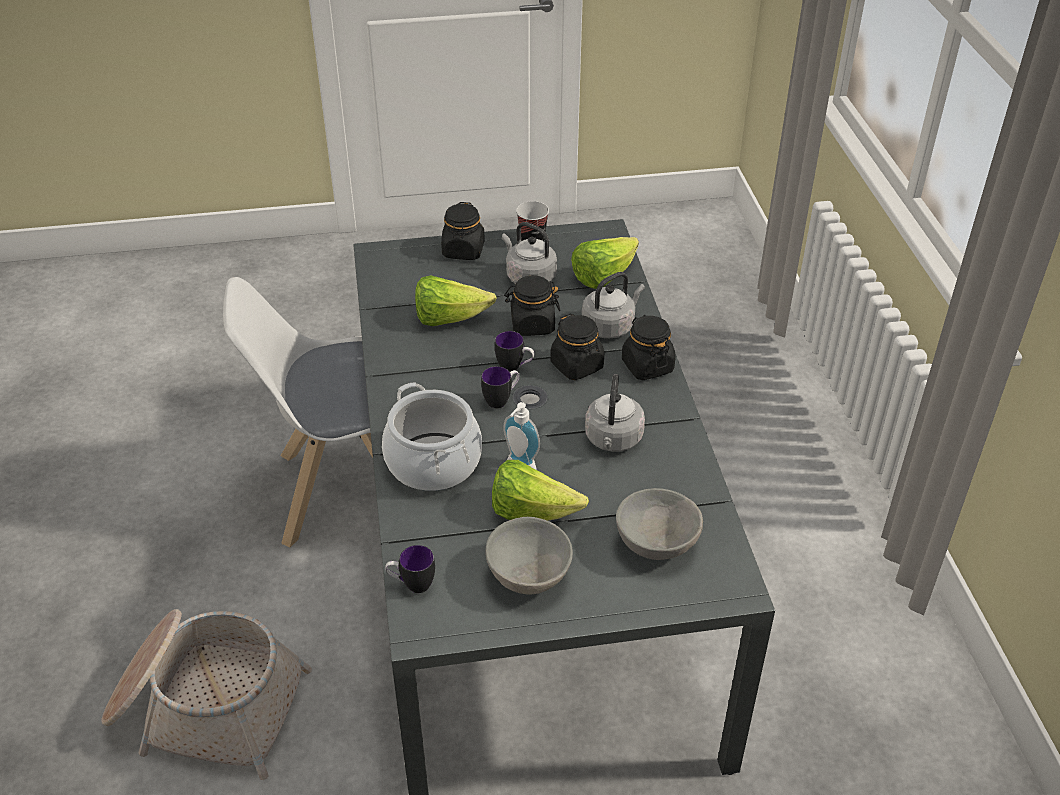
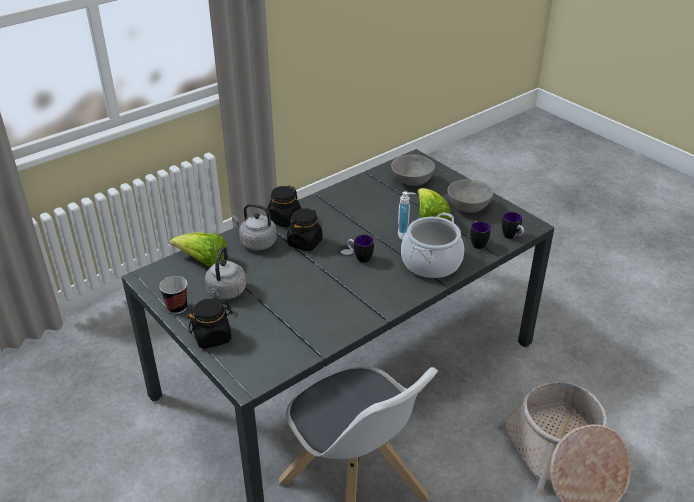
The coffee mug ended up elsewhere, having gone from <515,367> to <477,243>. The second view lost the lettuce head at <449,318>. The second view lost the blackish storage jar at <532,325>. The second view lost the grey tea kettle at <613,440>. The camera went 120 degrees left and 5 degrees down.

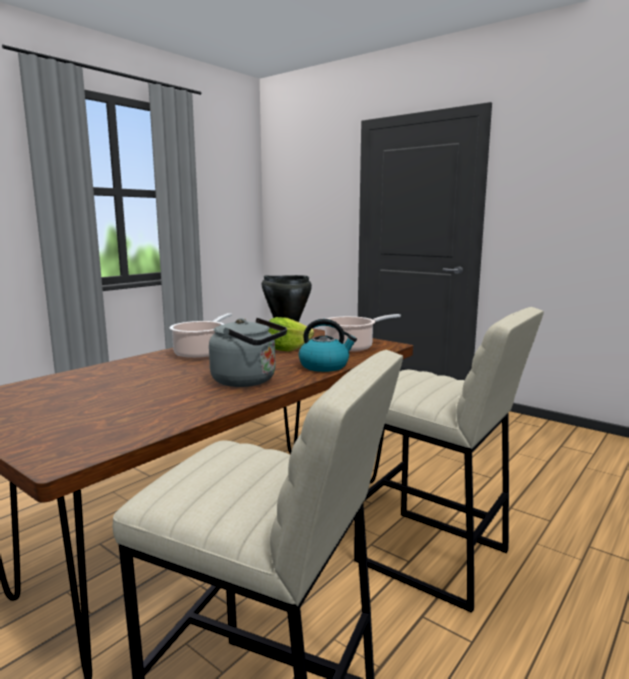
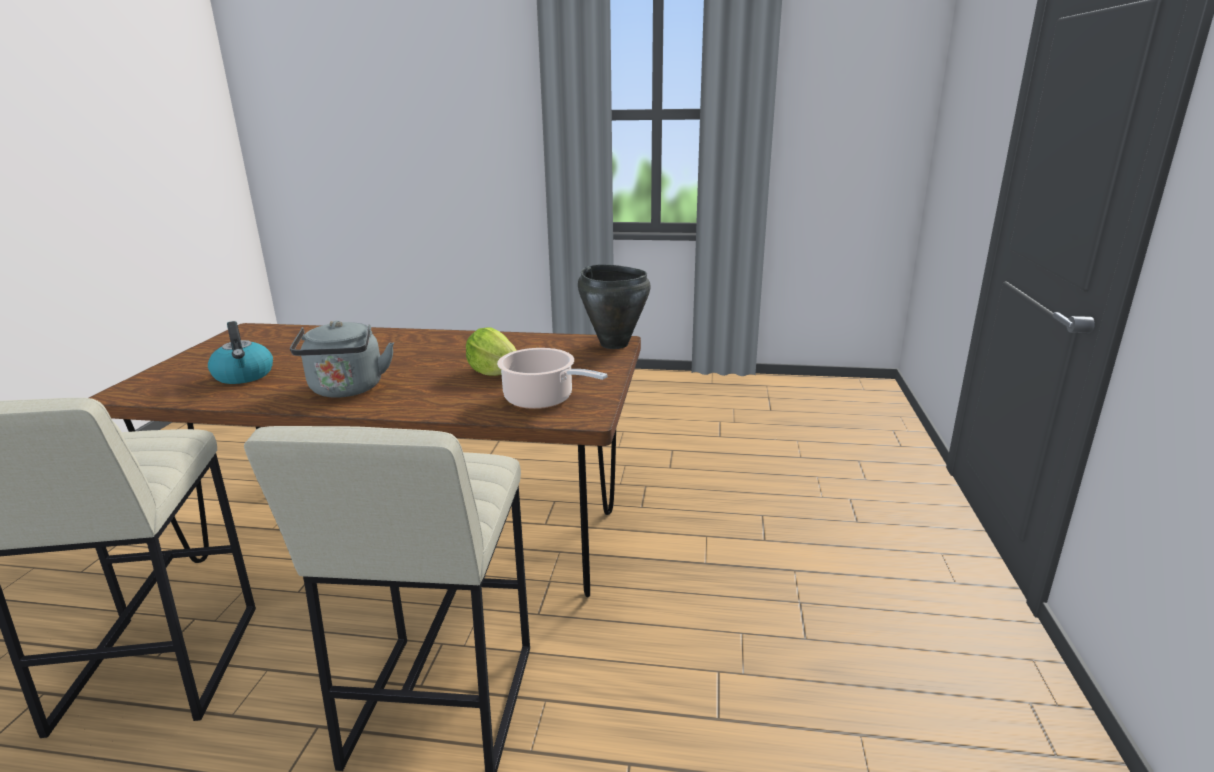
The tea kettle ended up elsewhere, having gone from <325,366> to <244,376>. The second view lost the saucepot at <201,353>. The camera went 60 degrees right and 10 degrees up.

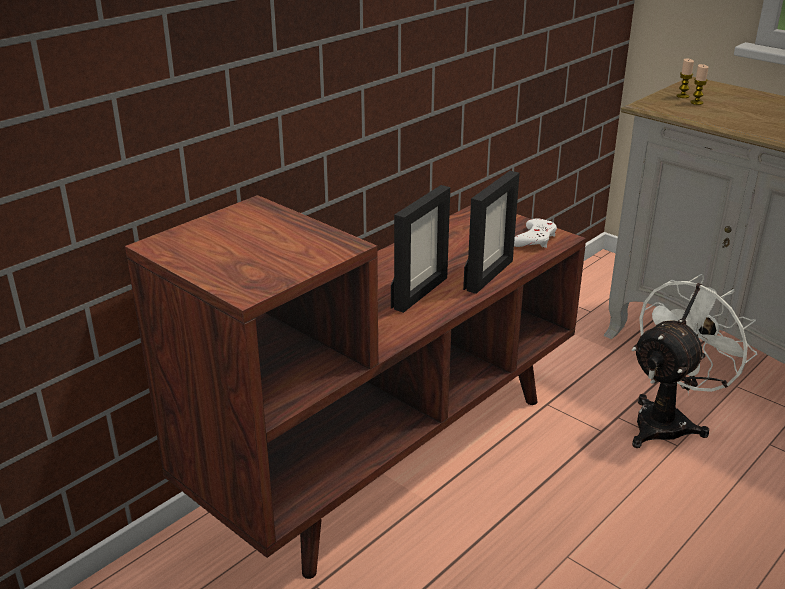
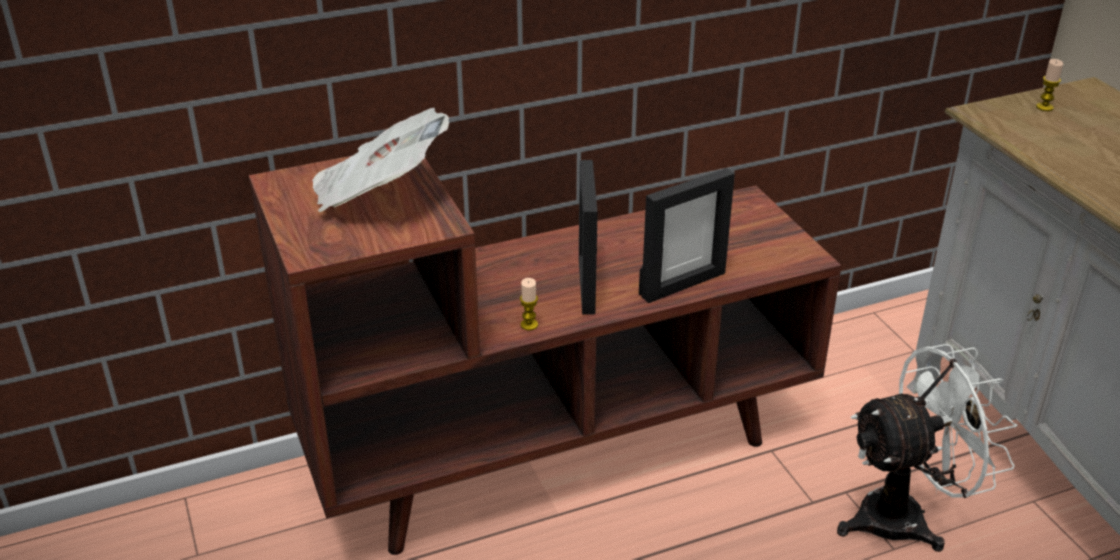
The second view gained the daily paper at <378,193>. The wax candle ended up elsewhere, having gone from <696,102> to <529,325>. The picture frame at <419,292> ended up facing another way, 120 degrees clockwise from before. The second view lost the whitish joypad at <535,239>. The camera went 25 degrees right and 5 degrees up.

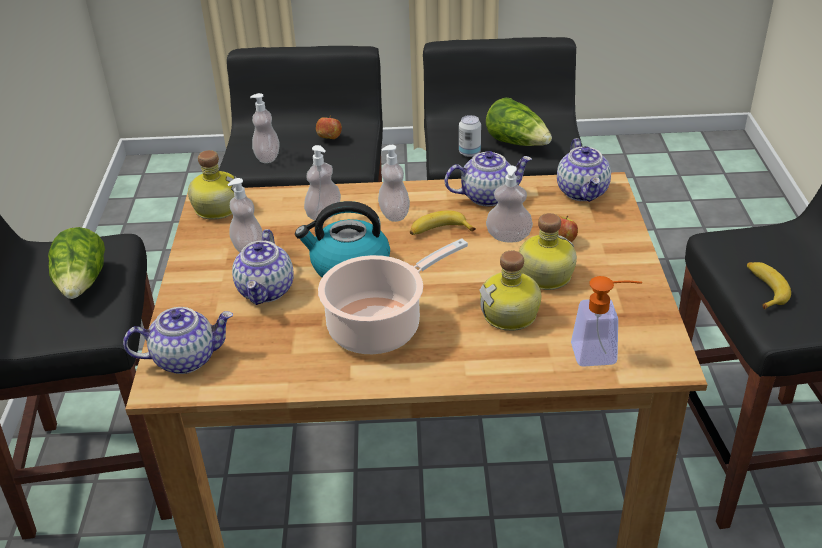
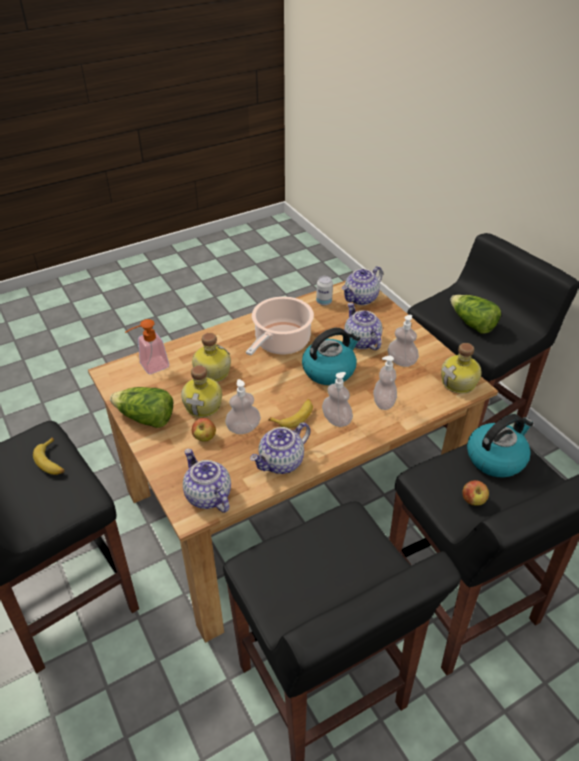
The lettuce head ended up elsewhere, having gone from <517,143> to <146,418>. The metal can ended up elsewhere, having gone from <469,153> to <324,302>. Where the liquid soap bottle stood at <267,157>, the tea kettle came to stand at <496,458>. The camera went 150 degrees right and 5 degrees up.

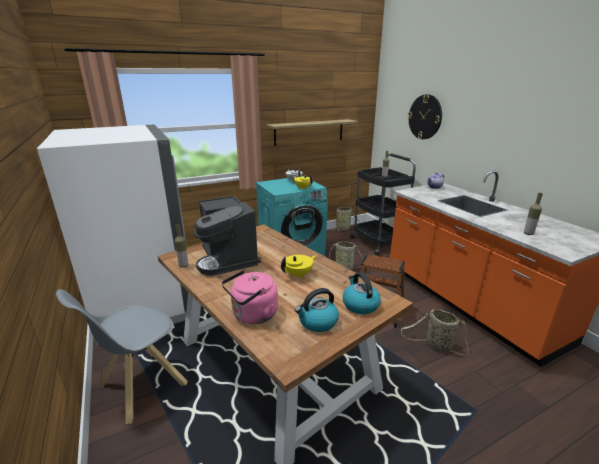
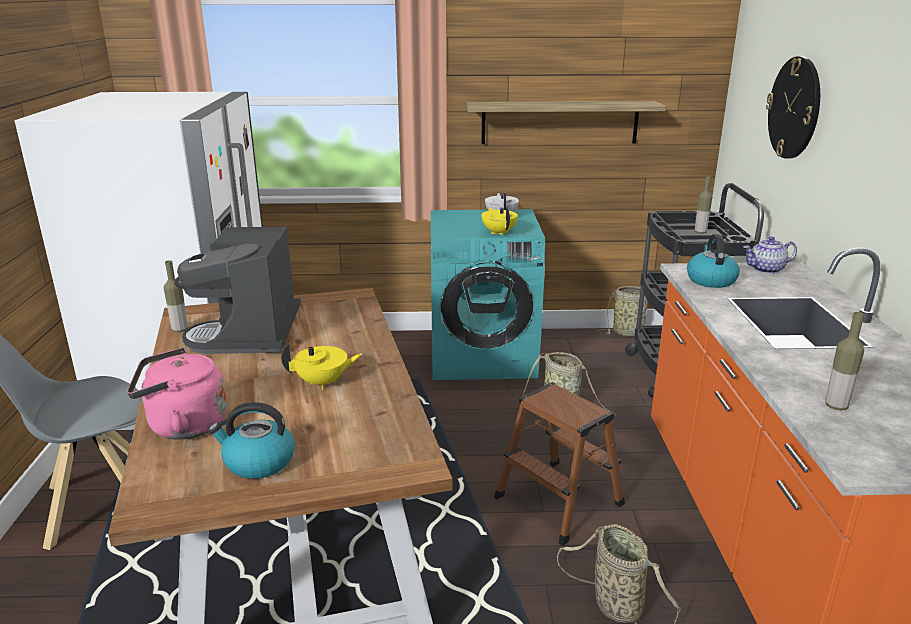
The tea kettle ended up elsewhere, having gone from <360,305> to <710,280>. The camera went 25 degrees right and 0 degrees up.

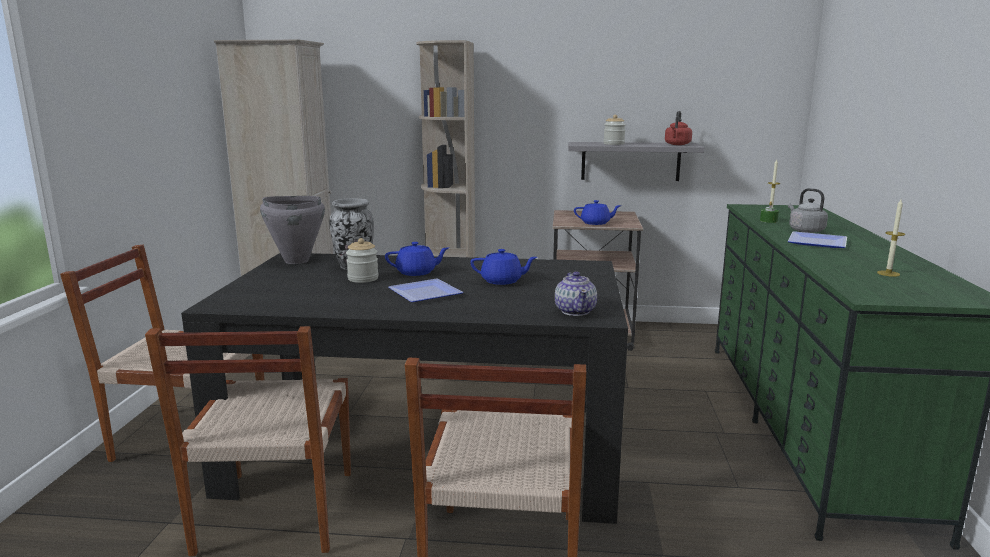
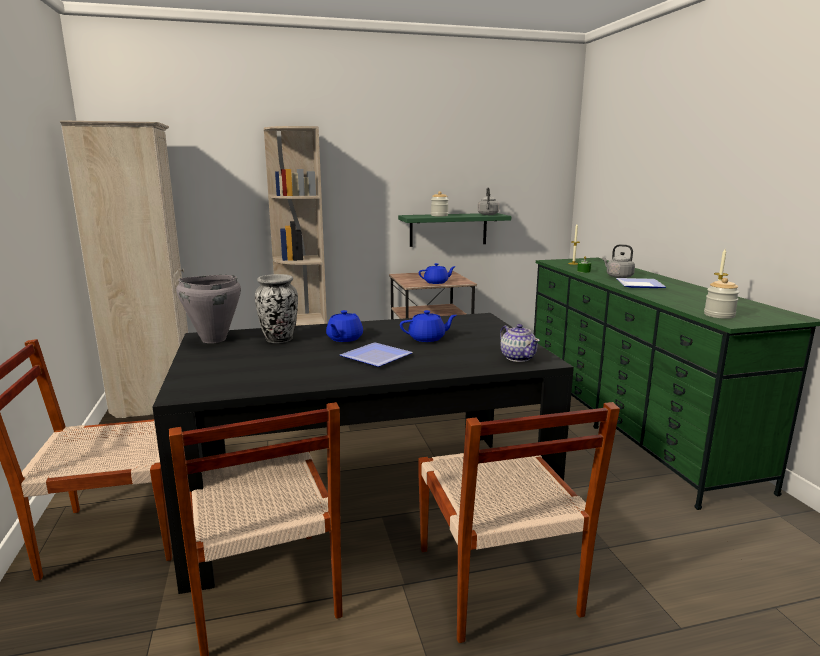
The blue-coloured pot for tea at <417,272> ended up facing another way, 135 degrees clockwise from before. What was the grey shelf at <630,161> turned into the greenish shelf at <448,229>. What was the red-coloured tea kettle at <677,144> turned into the grey tea kettle at <488,214>. The storage jar ended up elsewhere, having gone from <363,278> to <719,315>. The camera went 20 degrees left and 0 degrees up.

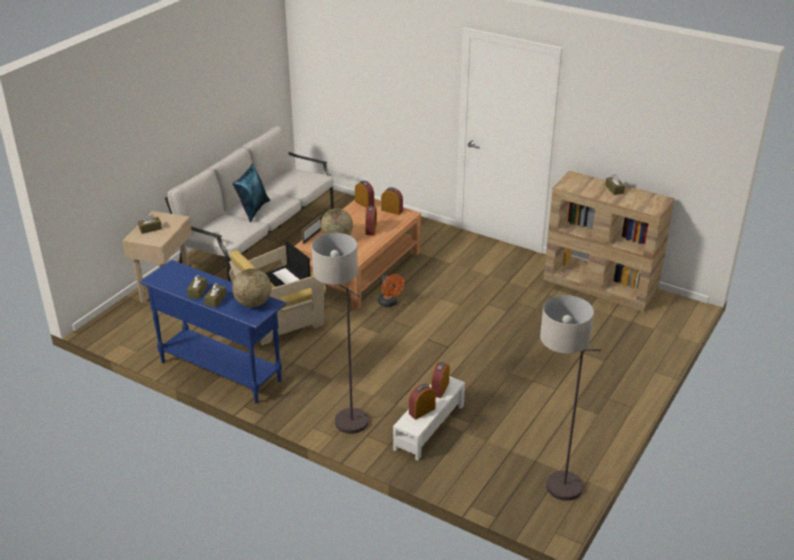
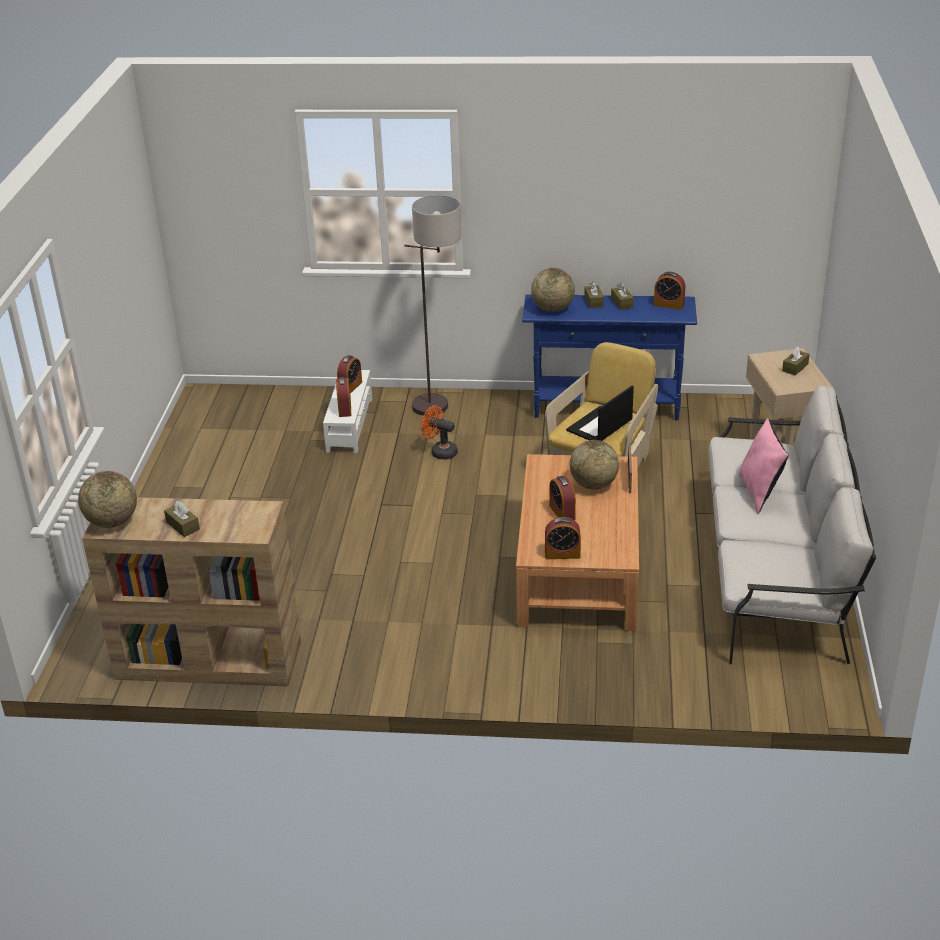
The second view gained the globe at <112,522>. The orange-coloured cooling fan ended up elsewhere, having gone from <389,303> to <440,452>. The notebook computer at <287,279> ended up facing another way, 75 degrees counterclockwise from before. The table clock ended up elsewhere, having gone from <364,203> to <669,305>. What was the blue-coloured pillow at <253,210> turned into the pinkish pillow at <760,493>. The second view lost the grey standard lamp at <553,487>. The camera went 155 degrees right and 0 degrees up.

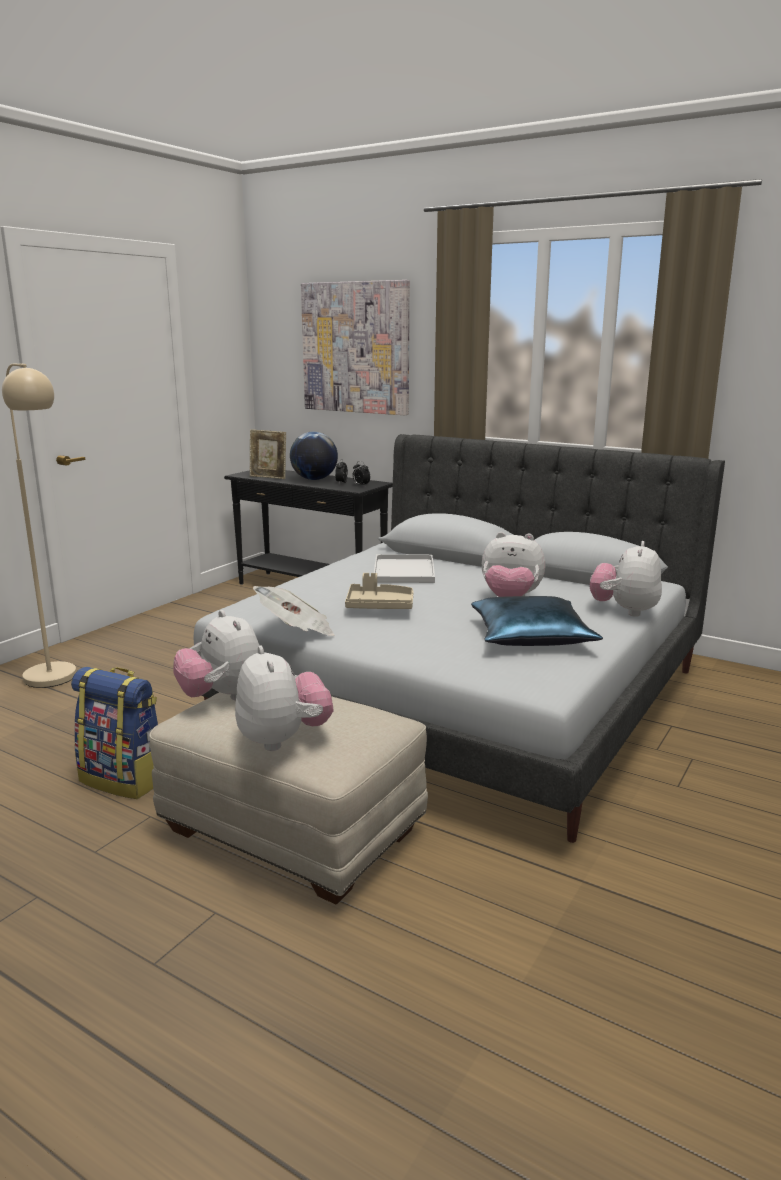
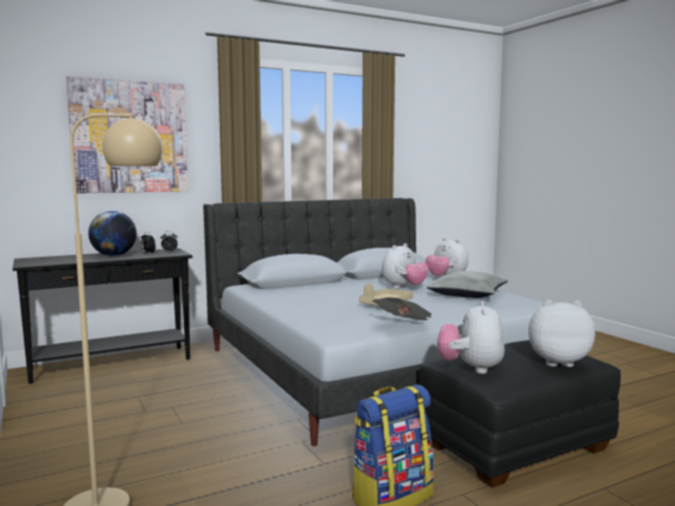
What was the beige footrest at <293,831> turned into the blackish footrest at <515,446>. What was the blue-coloured pillow at <531,636> turned into the grey pillow at <467,294>. The plush toy at <222,697> ended up facing another way, 105 degrees clockwise from before. The second view lost the picture frame at <268,477>. The second view lost the whitish serving tray at <405,571>. The camera went 60 degrees left and 10 degrees down.

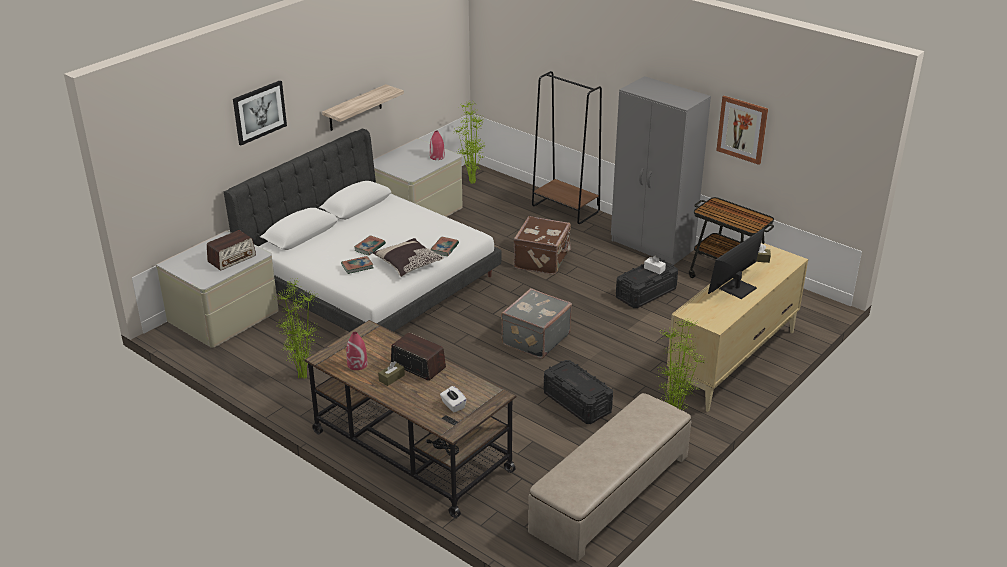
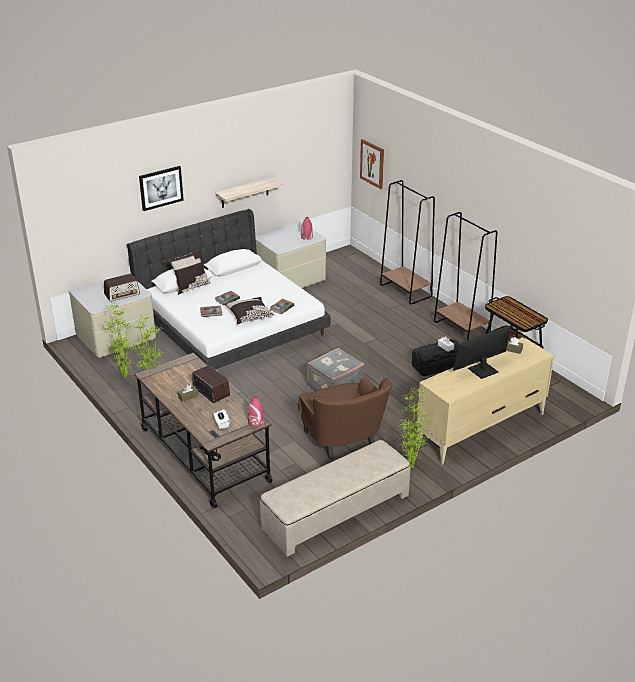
The houseplant ended up elsewhere, having gone from <471,183> to <123,376>. The second view gained the pillow at <191,287>. The red-coloured flower vase ended up elsewhere, having gone from <357,364> to <256,422>. Where the blackish storage box stood at <577,403>, the brownish easy chair came to stand at <343,440>. The wall picture ended up elsewhere, having gone from <742,129> to <372,163>. Where the grey clothes cupboard stood at <652,245>, the garment stand came to stand at <461,329>. The second view lost the brownish piece of luggage at <543,260>. The camera went 15 degrees right and 0 degrees up.

